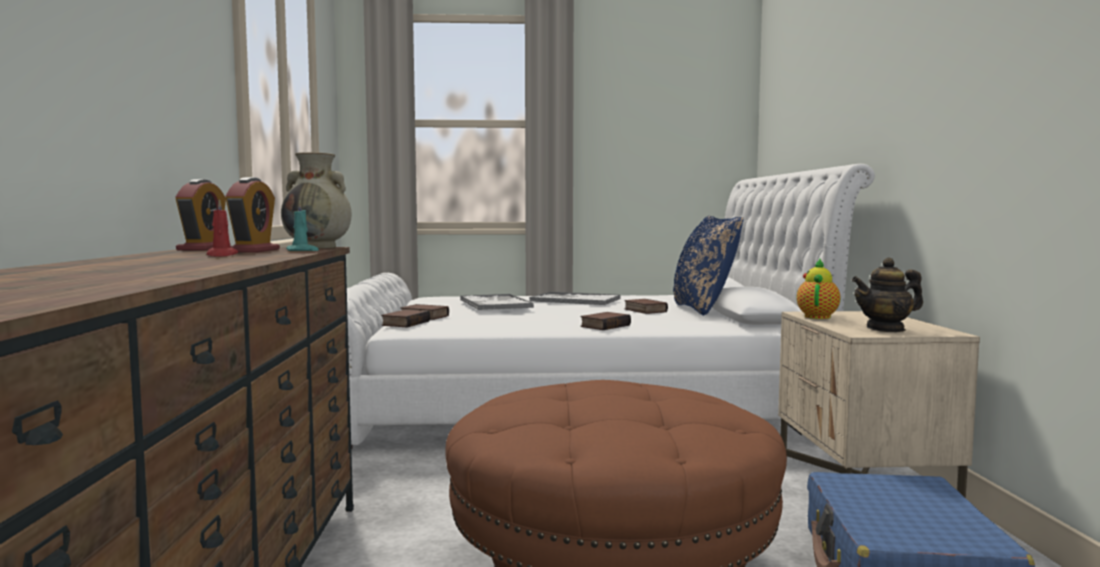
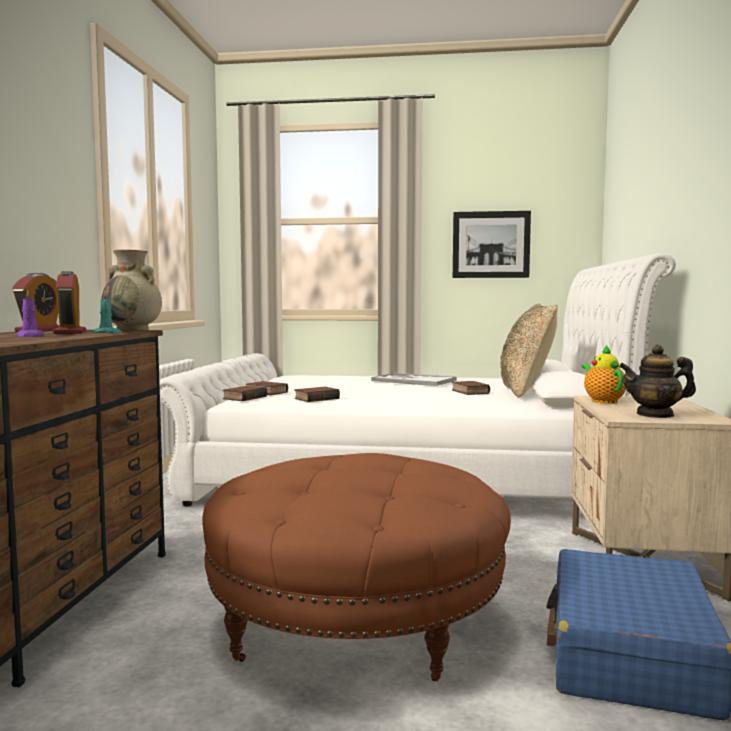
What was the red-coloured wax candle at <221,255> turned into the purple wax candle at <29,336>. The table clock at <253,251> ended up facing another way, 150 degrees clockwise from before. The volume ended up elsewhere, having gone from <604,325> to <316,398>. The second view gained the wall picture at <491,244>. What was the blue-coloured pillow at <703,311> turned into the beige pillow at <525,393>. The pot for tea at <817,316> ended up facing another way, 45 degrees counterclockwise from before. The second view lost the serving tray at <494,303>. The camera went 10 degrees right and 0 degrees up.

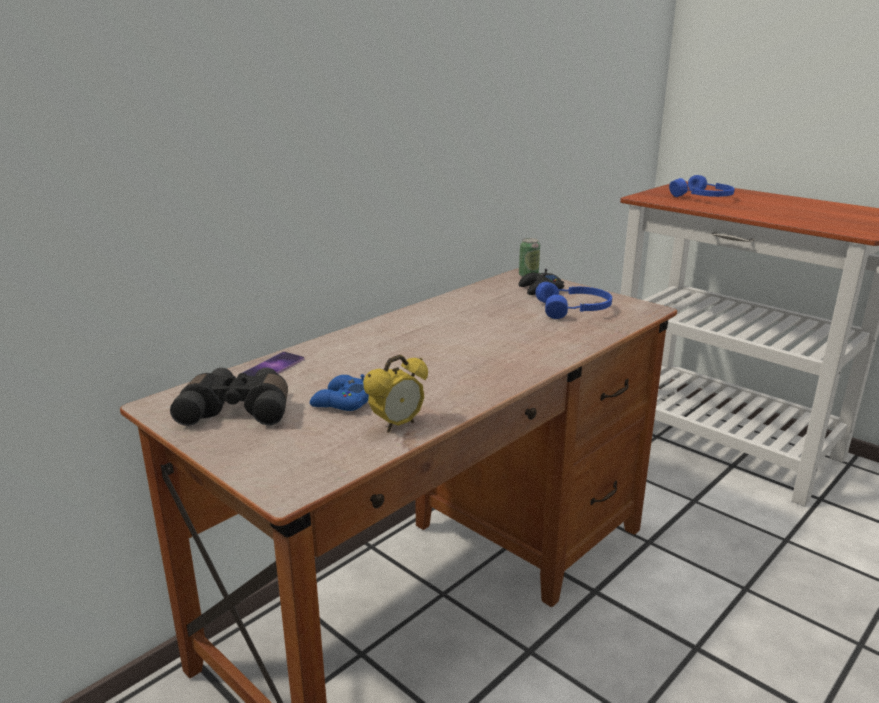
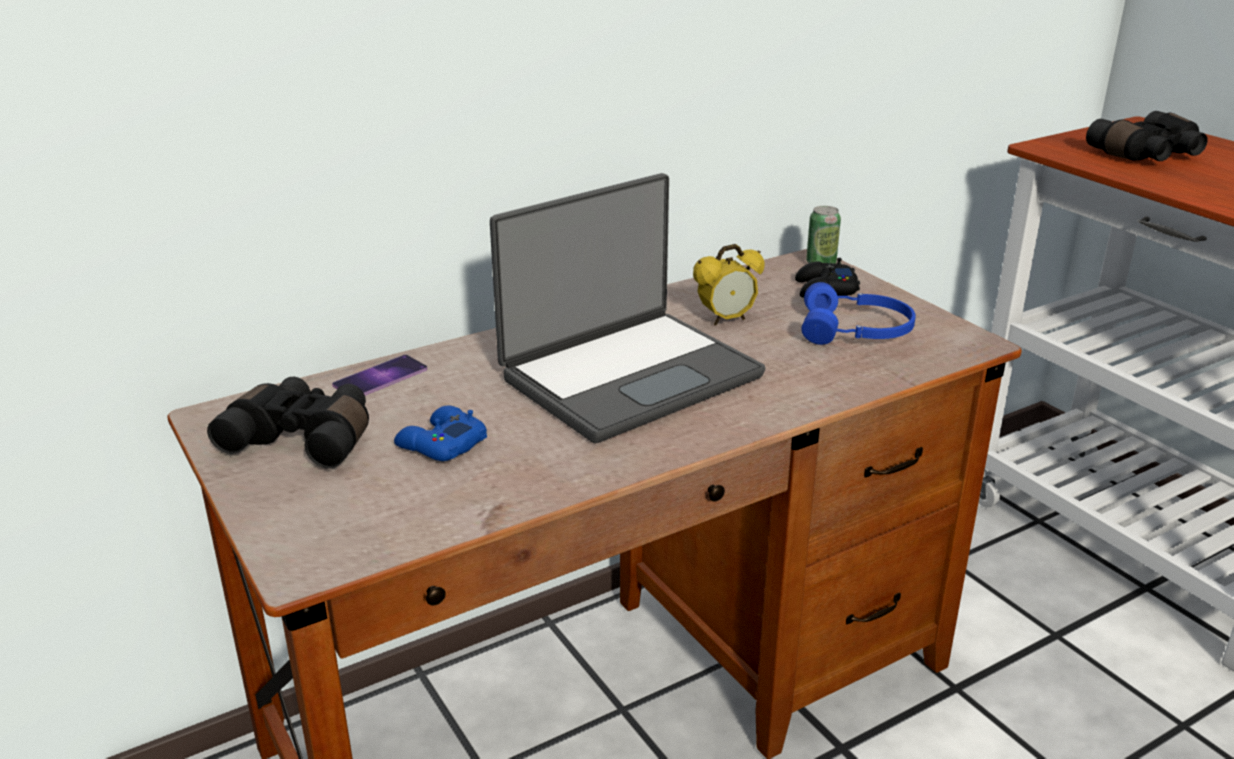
The second view gained the notebook computer at <628,376>. The table clock ended up elsewhere, having gone from <397,425> to <726,320>. Where the blue-coloured headset stood at <703,197>, the blackish binoculars came to stand at <1149,155>. The camera went 15 degrees right and 5 degrees up.

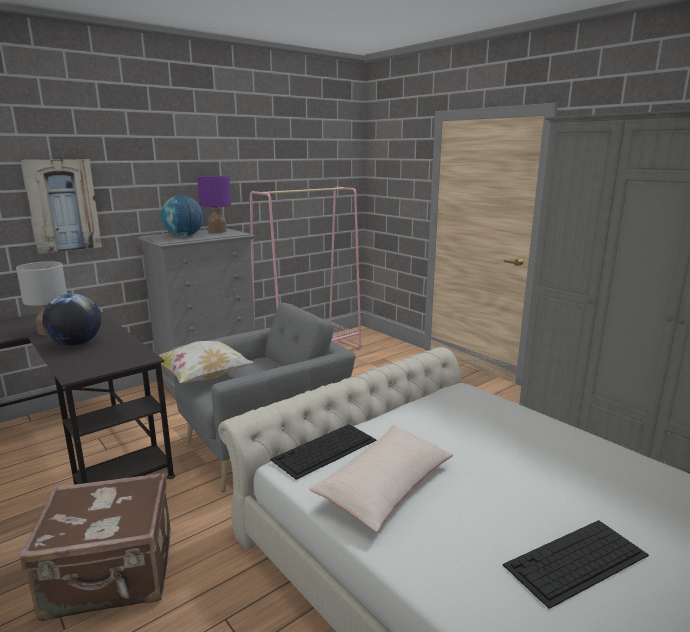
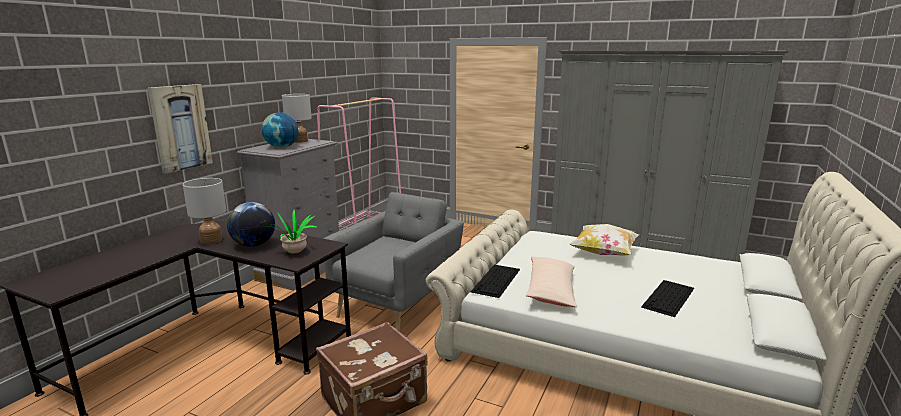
The second view gained the houseplant at <295,252>. What was the purple tabletop lamp at <217,231> turned into the grey tabletop lamp at <300,141>. The pillow ended up elsewhere, having gone from <204,378> to <604,253>. The camera went 25 degrees left and 0 degrees up.

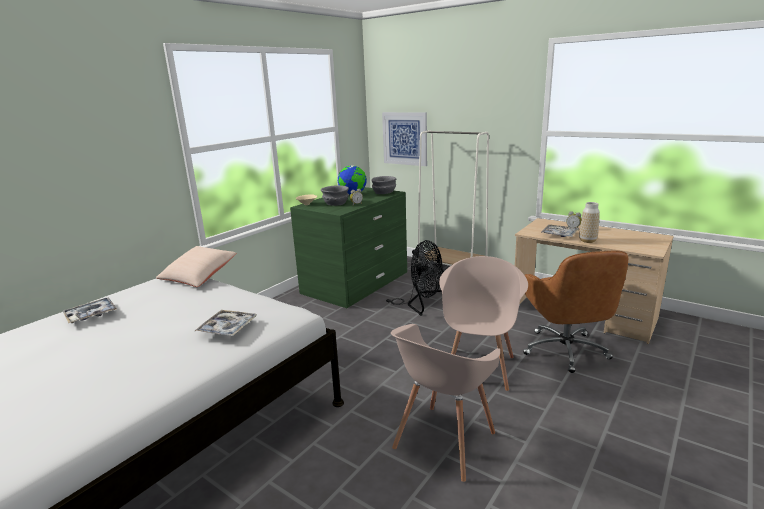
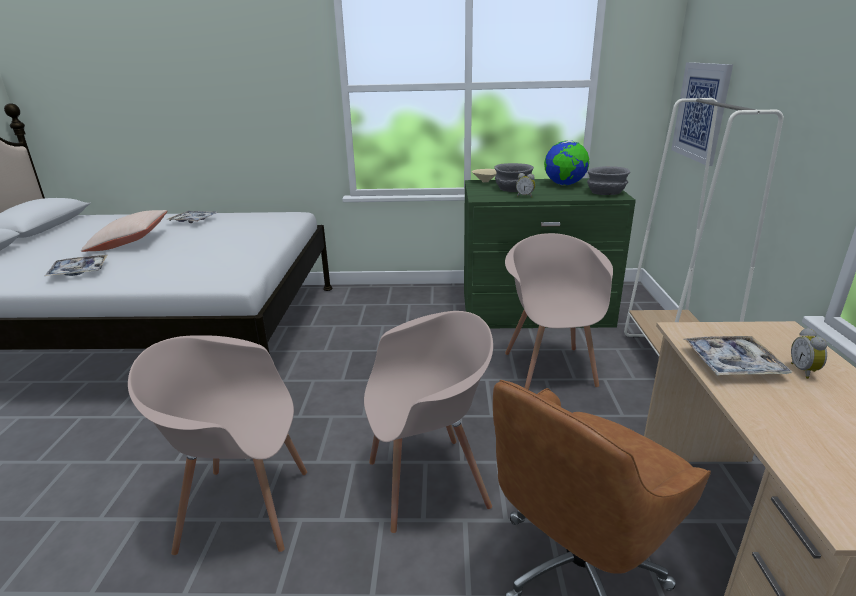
The serving tray ended up elsewhere, having gone from <227,328> to <79,271>. The beige pillow ended up elsewhere, having gone from <198,276> to <130,242>. Where the blackish cooling fan stood at <421,301>, the beige plain chair came to stand at <550,368>. The second view lost the flower vase at <587,241>. The camera went 55 degrees right and 5 degrees up.

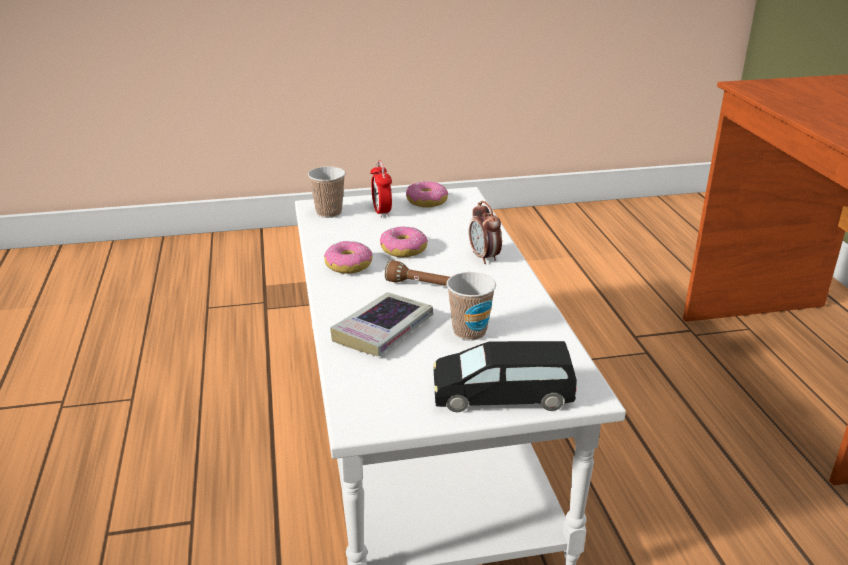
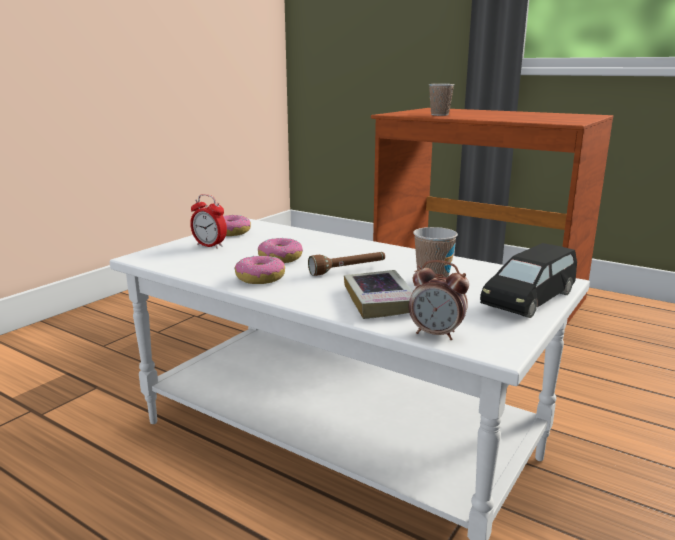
The table clock ended up elsewhere, having gone from <484,257> to <436,334>. The drinking cup ended up elsewhere, having gone from <329,213> to <439,115>. The camera went 45 degrees left and 10 degrees down.

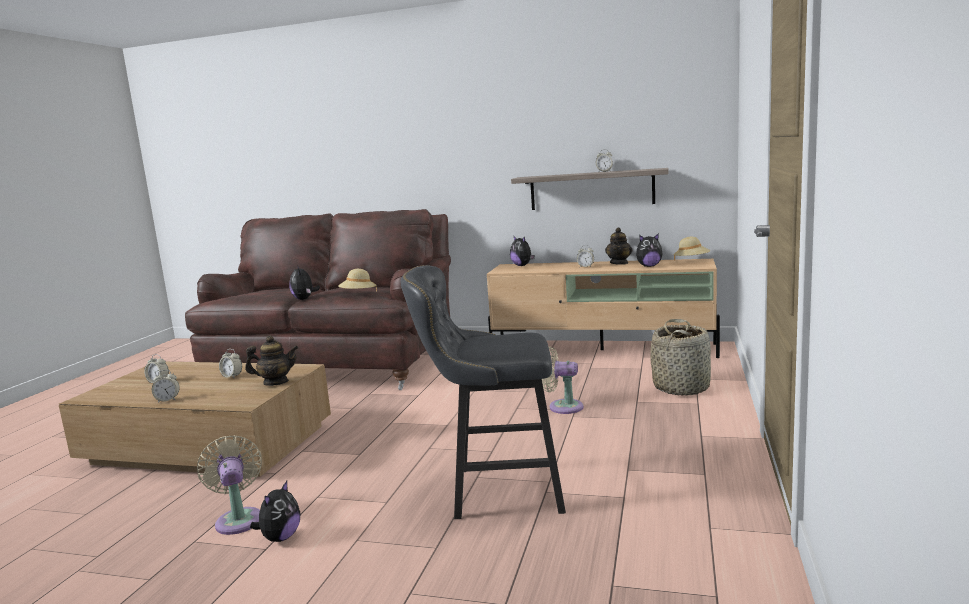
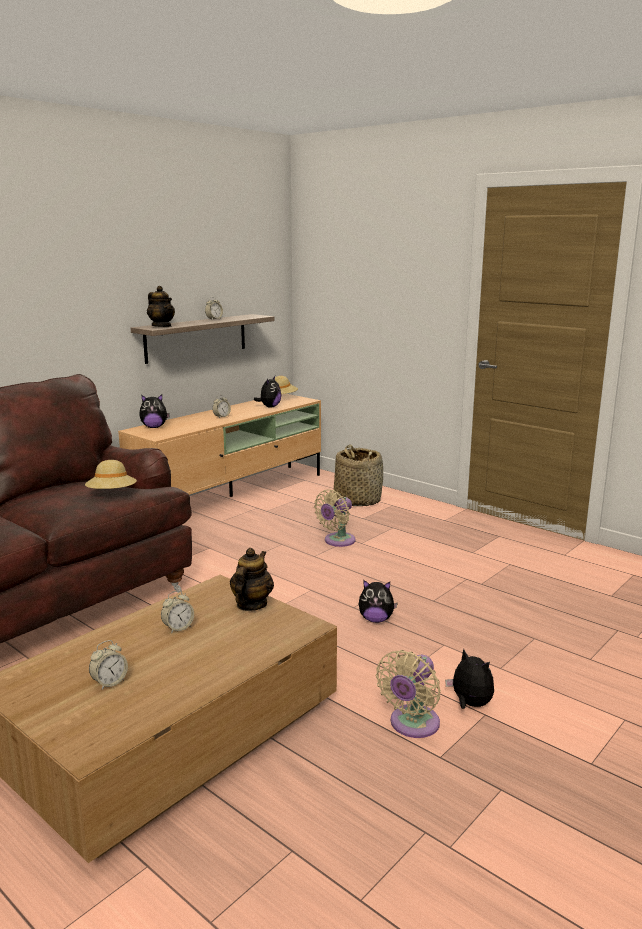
The pot for tea ended up elsewhere, having gone from <619,263> to <162,326>. The plush toy ended up elsewhere, having gone from <304,299> to <376,619>. The beige cooling fan at <239,519> ended up facing another way, 60 degrees counterclockwise from before. The second view lost the table clock at <168,400>. The second view lost the grey sitting stool at <491,490>. The camera went 65 degrees left and 5 degrees up.

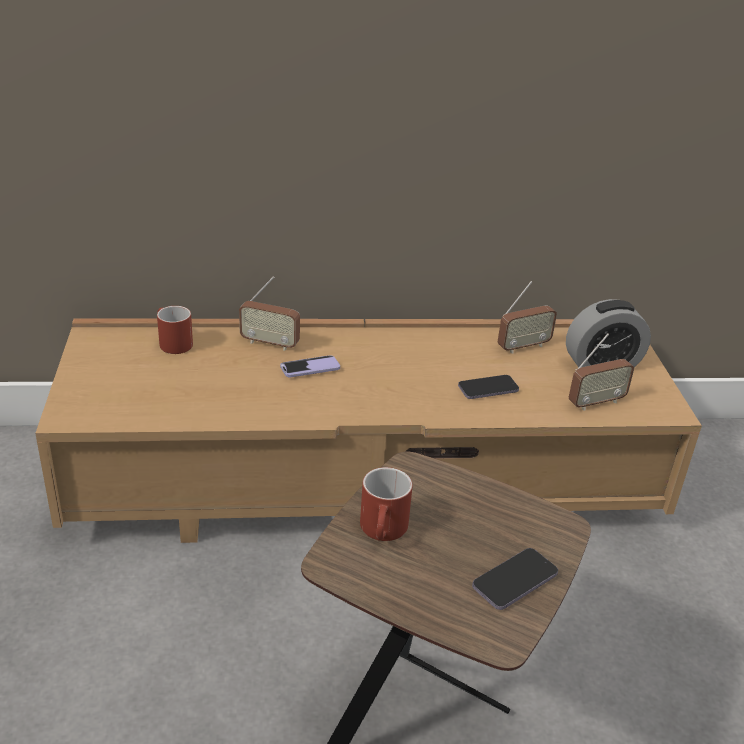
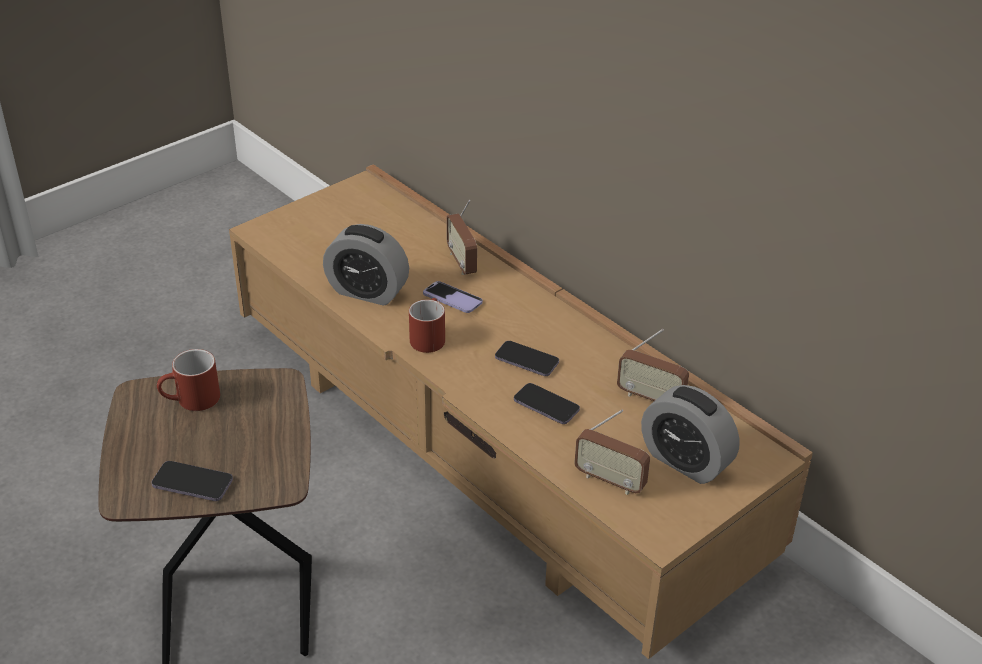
The second view gained the table clock at <367,291>. The red-coloured coffee mug ended up elsewhere, having gone from <171,343> to <428,336>. The second view gained the telephone at <526,360>. The camera went 55 degrees right and 5 degrees up.

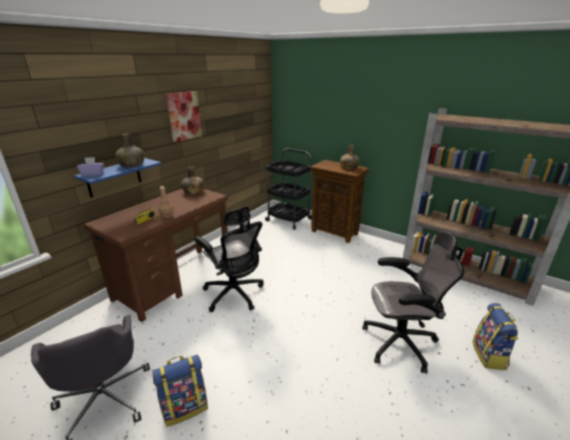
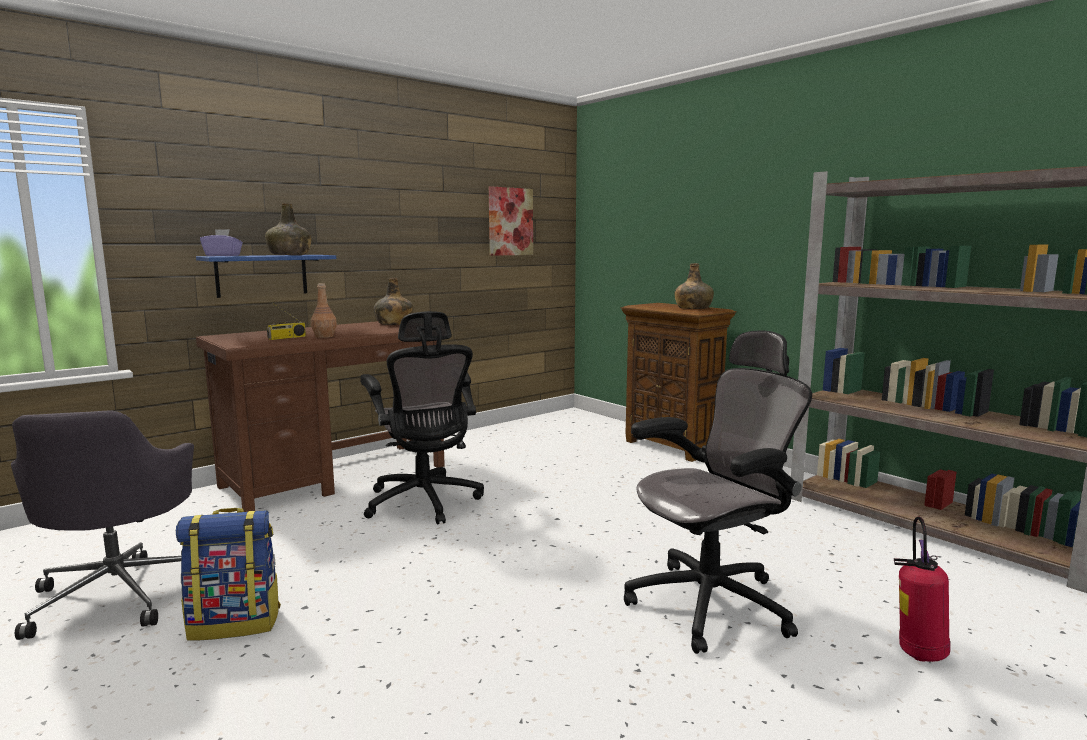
The wall picture ended up elsewhere, having gone from <184,116> to <510,221>. The office chair at <400,342> ended up facing another way, 45 degrees counterclockwise from before. Where the knapsack stood at <489,355>, the extinguisher came to stand at <917,653>. The second view lost the blackish trolley at <288,220>. The camera went 15 degrees right and 15 degrees down.

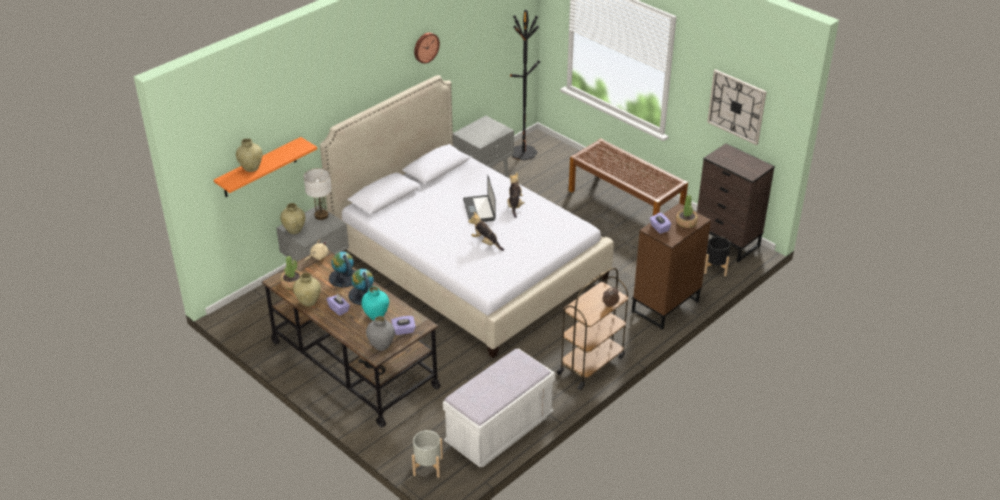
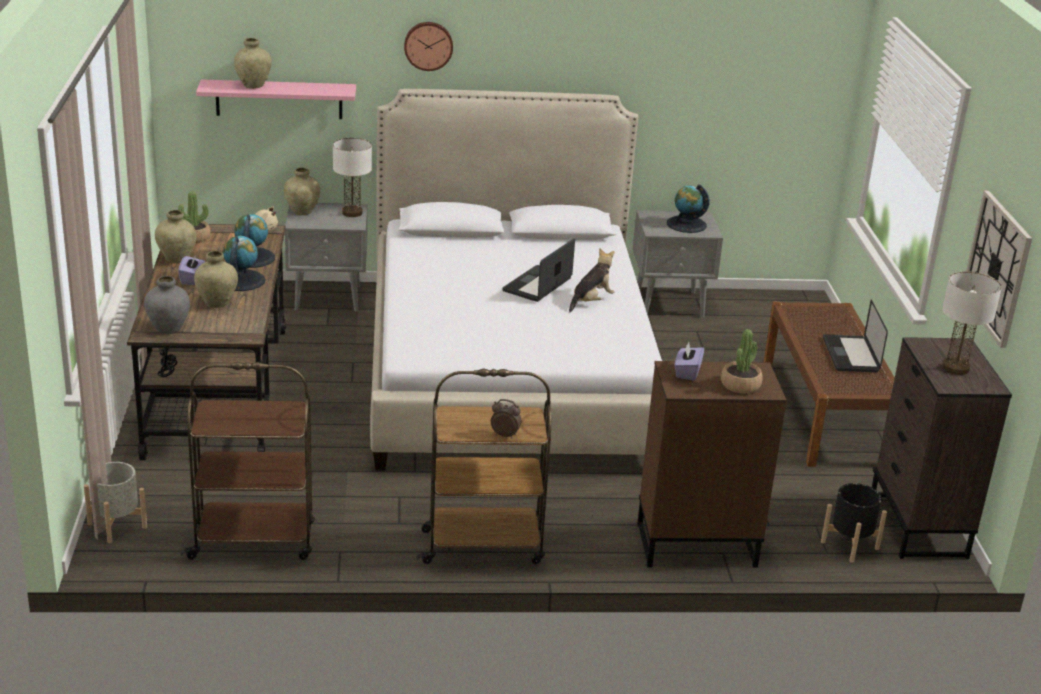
Where the whitish bench stood at <499,430>, the brownish trolley came to stand at <253,543>. What was the turquoise-coloured flower vase at <376,315> turned into the beige flower vase at <217,303>. What was the orange-coloured shelf at <259,168> turned into the pinkish shelf at <279,99>. The wall clock ended up elsewhere, having gone from <425,47> to <428,45>. The second view gained the globe at <686,224>. The second view gained the notebook computer at <850,355>. The second view gained the tabletop lamp at <955,368>. The second view lost the purple tissue holder at <404,330>. The second view lost the plush toy at <486,242>. The second view lost the blackish garment stand at <523,152>. The camera went 40 degrees right and 10 degrees down.

